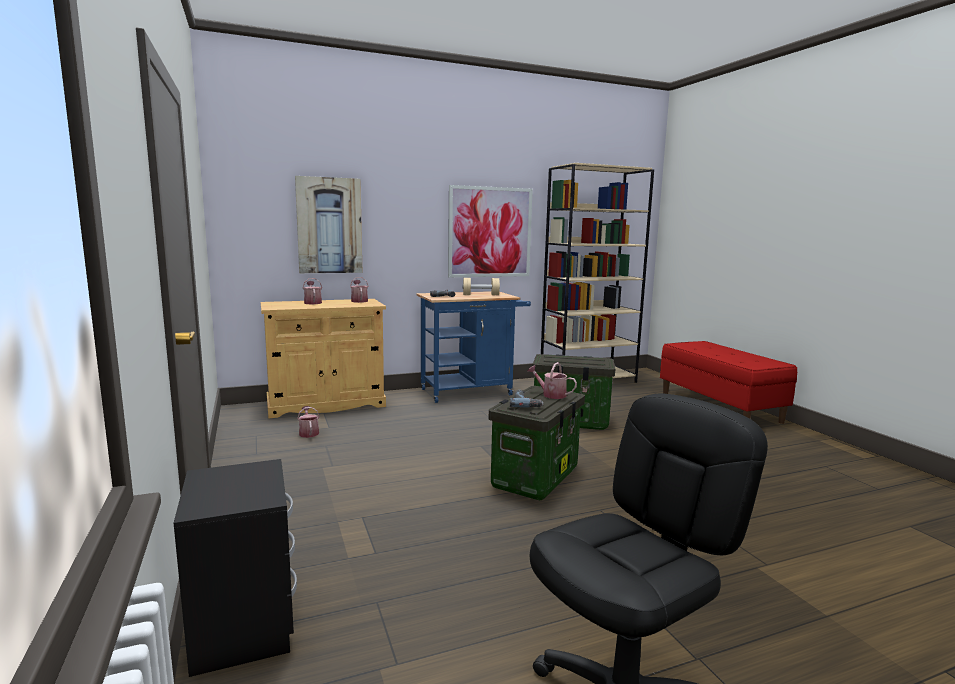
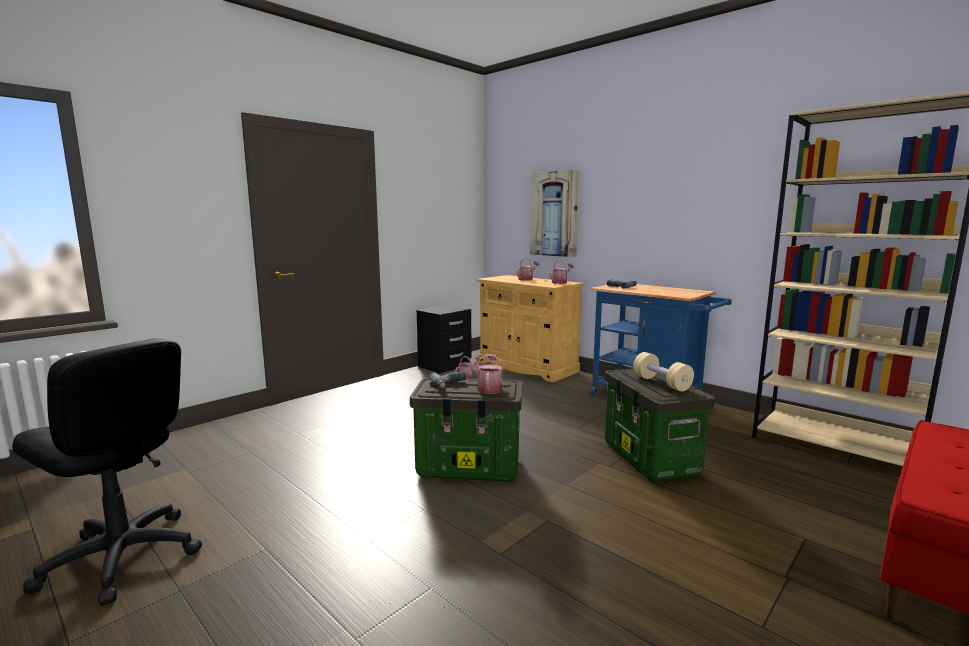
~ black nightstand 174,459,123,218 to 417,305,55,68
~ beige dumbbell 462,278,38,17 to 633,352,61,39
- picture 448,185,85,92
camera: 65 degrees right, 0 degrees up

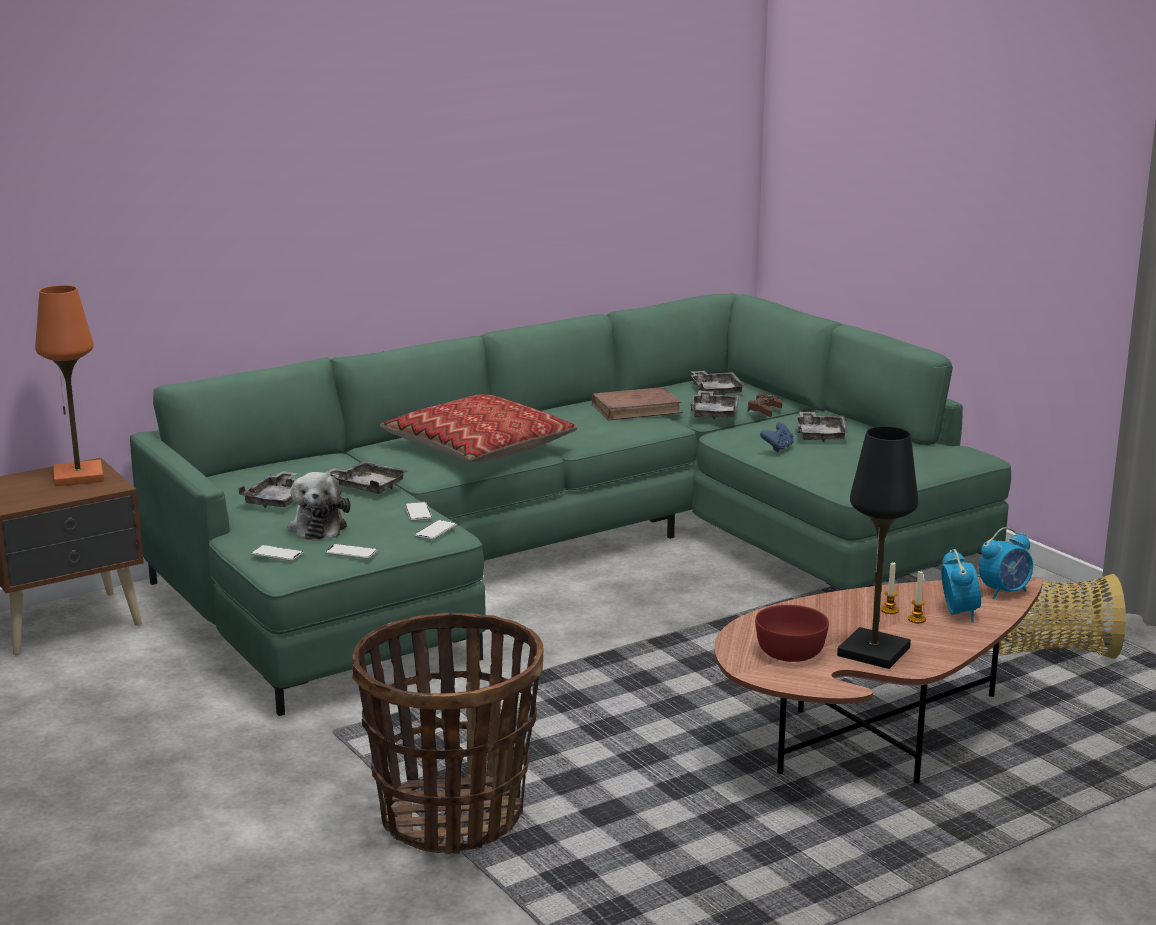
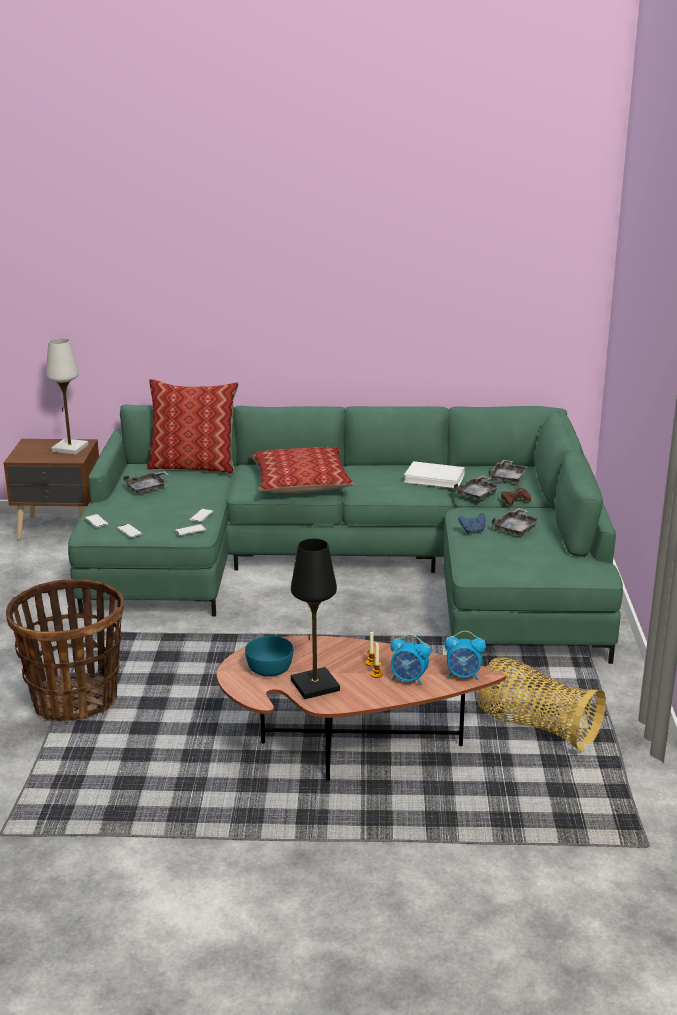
~ orange table lamp 35,285,69,201 to white table lamp 46,338,42,117
+ pillow 146,379,93,95
~ red bowl 755,605,74,57 to turquoise bowl 245,636,48,41
~ alarm clock 941,549,40,73 = 391,634,40,51 75 degrees clockwise
~ brown book 592,387,91,34 to white book 404,461,61,28
- plush toy 288,472,63,68
- grey tray 324,461,84,33
camera: 35 degrees right, 5 degrees up

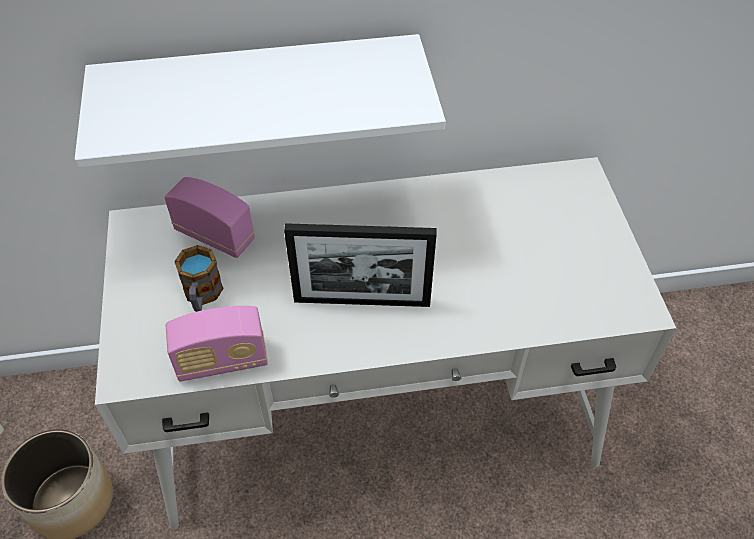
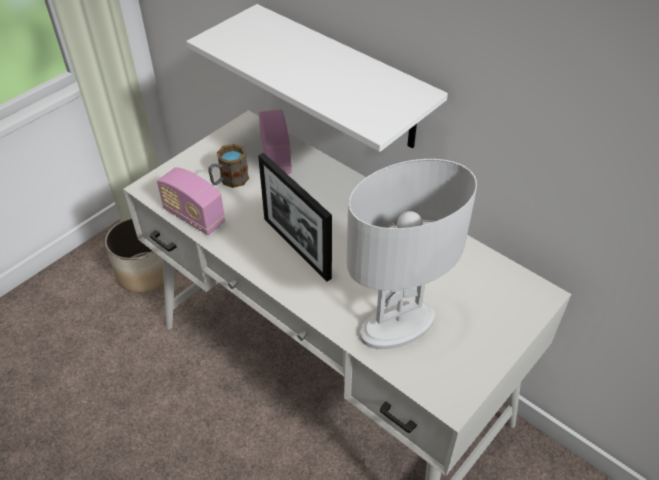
+ white table lamp 347,159,130,190
camera: 50 degrees right, 5 degrees down

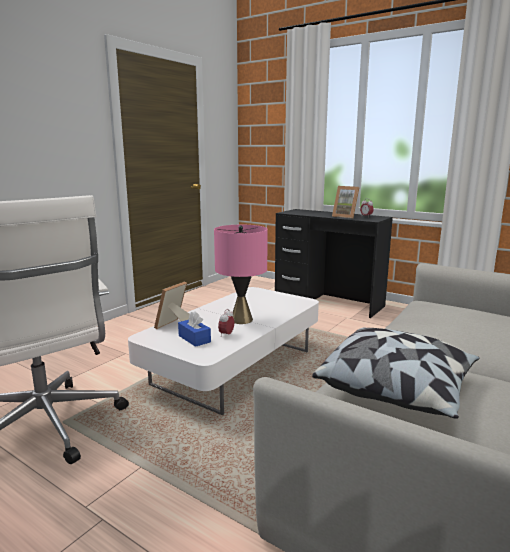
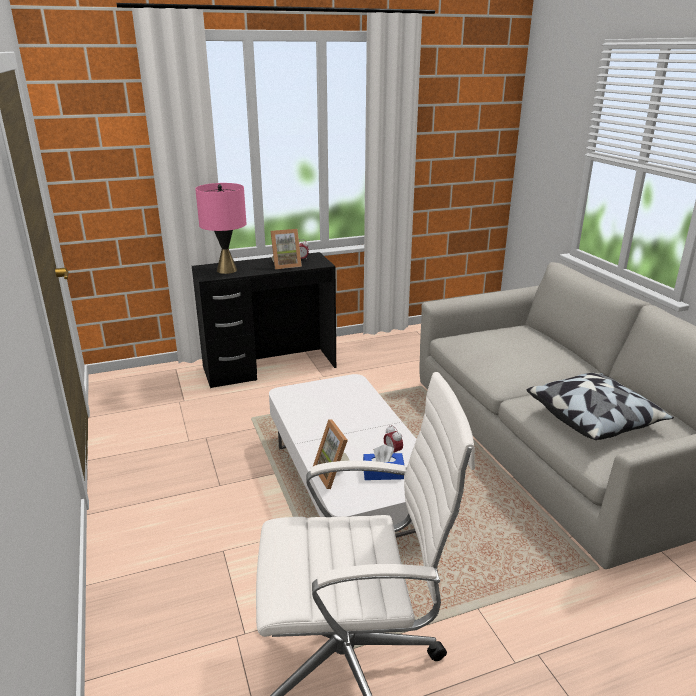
~ pink table lamp 214,225,54,99 to 195,183,52,91
camera: 55 degrees left, 10 degrees up

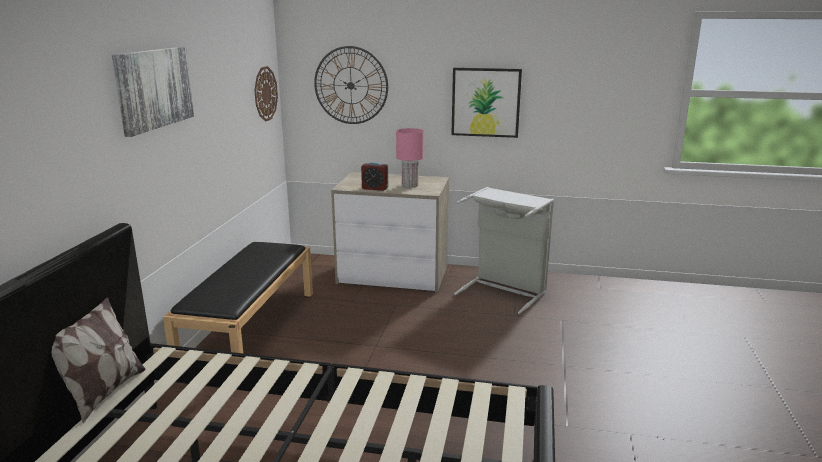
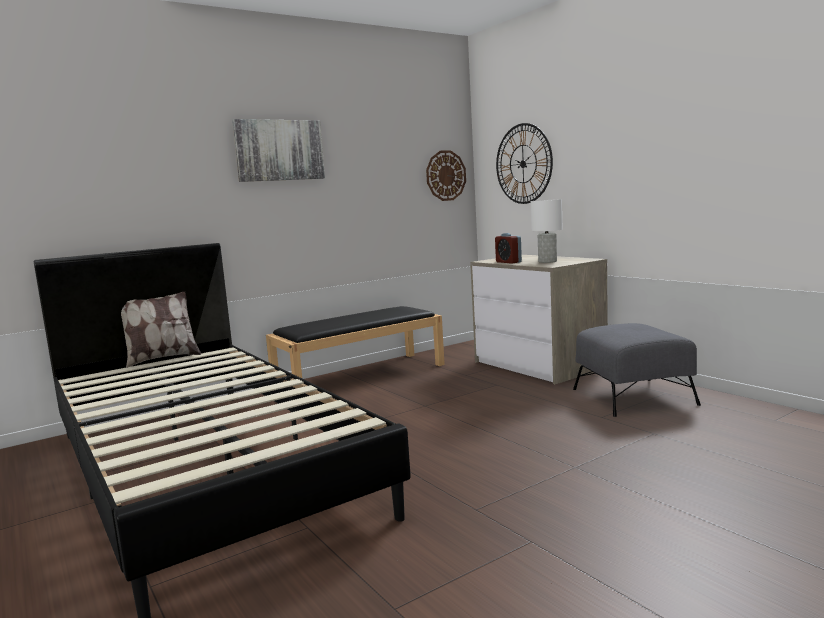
~ pink table lamp 396,128,28,60 to white table lamp 531,199,32,64
~ grey laundry basket 454,187,100,127 to grey ottoman 573,323,128,94
- picture 451,67,71,71
camera: 45 degrees right, 10 degrees down

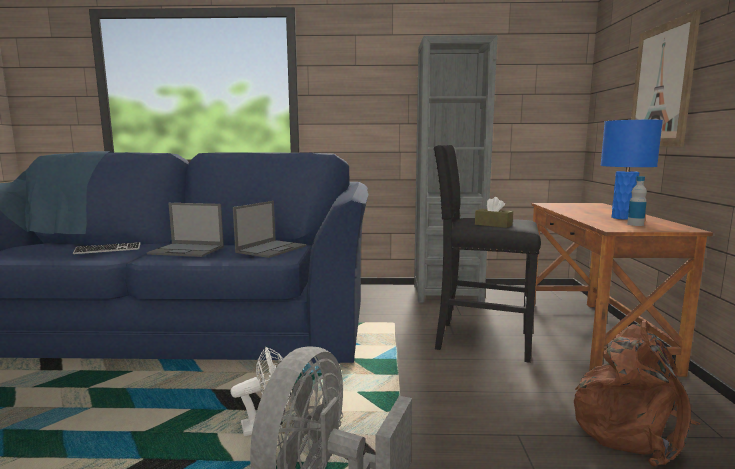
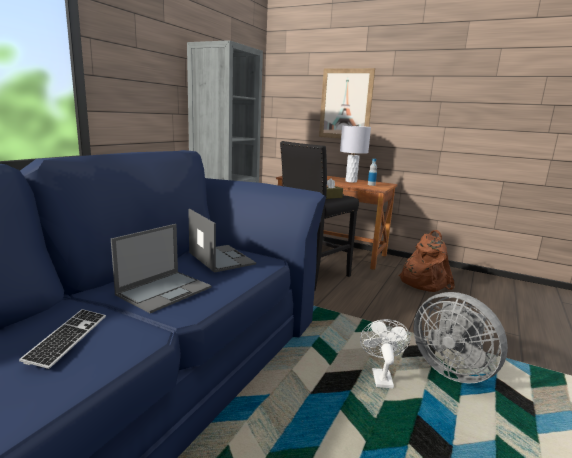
~ blue table lamp 600,120,63,100 to grey table lamp 340,126,31,57
camera: 65 degrees left, 5 degrees up

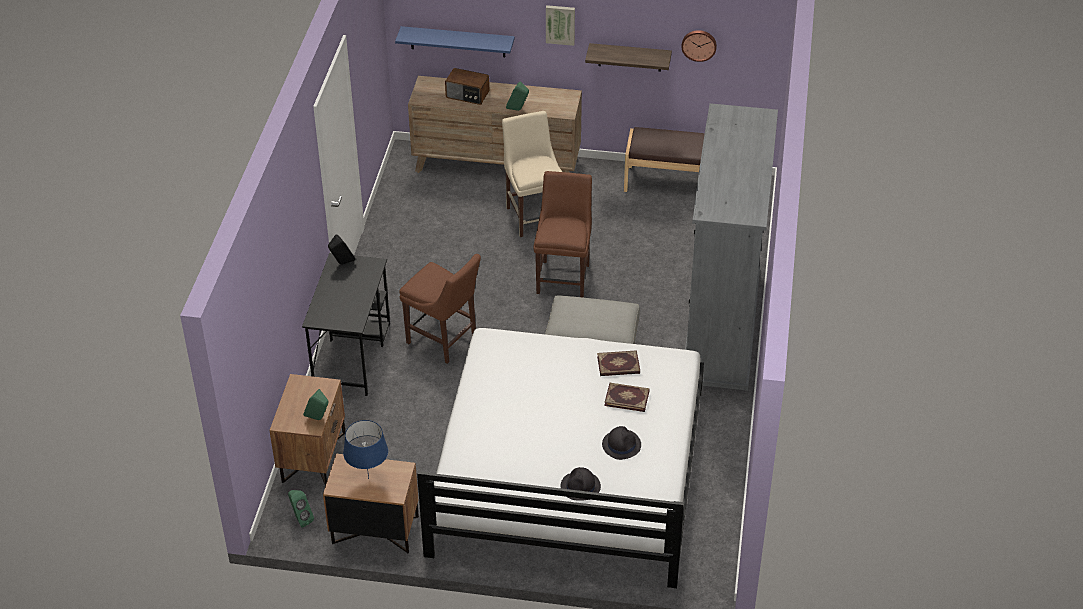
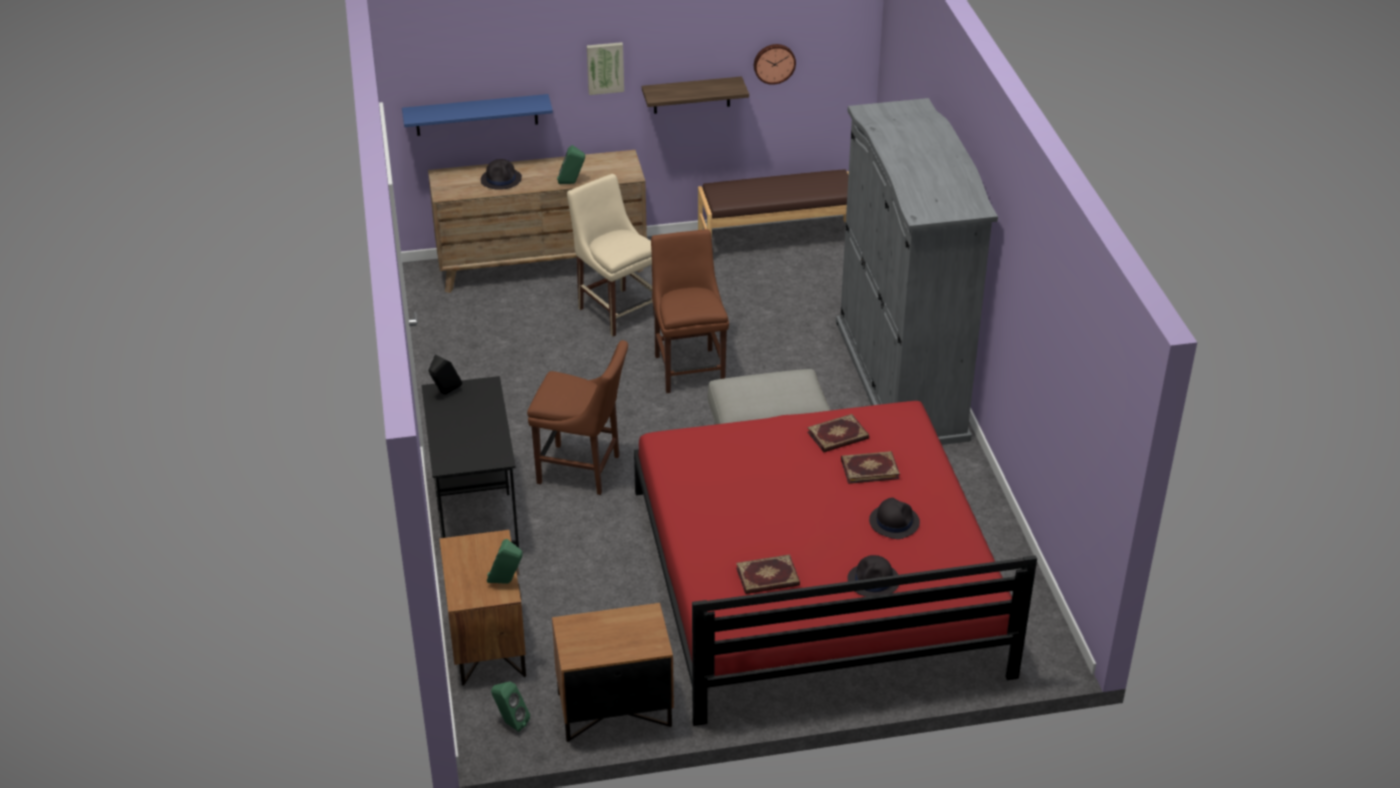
~ radio 445,68,44,37 to black hat 481,159,41,31
~ white bed 417,328,287,260 to red bed 634,401,403,325
+ book 736,554,64,40
- blue table lamp 343,420,45,59
camera: 20 degrees left, 5 degrees down

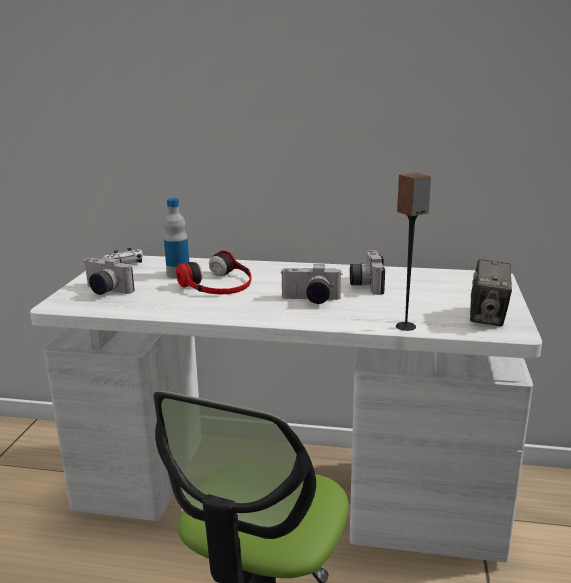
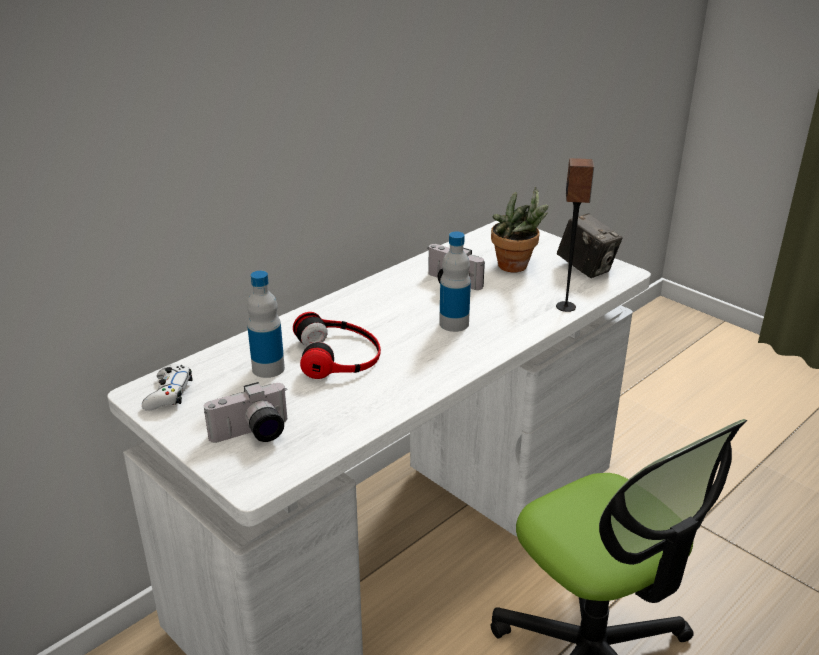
~ photo camera 280,264,62,40 to bottle 439,232,32,100
+ potted plant 491,187,58,85
camera: 55 degrees left, 10 degrees up

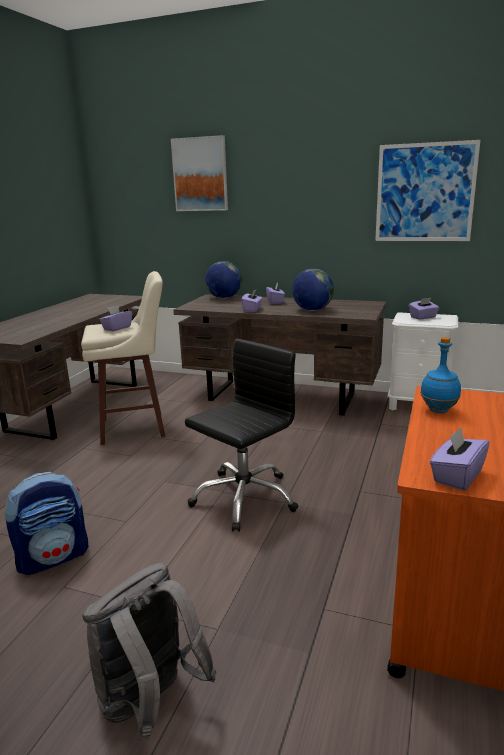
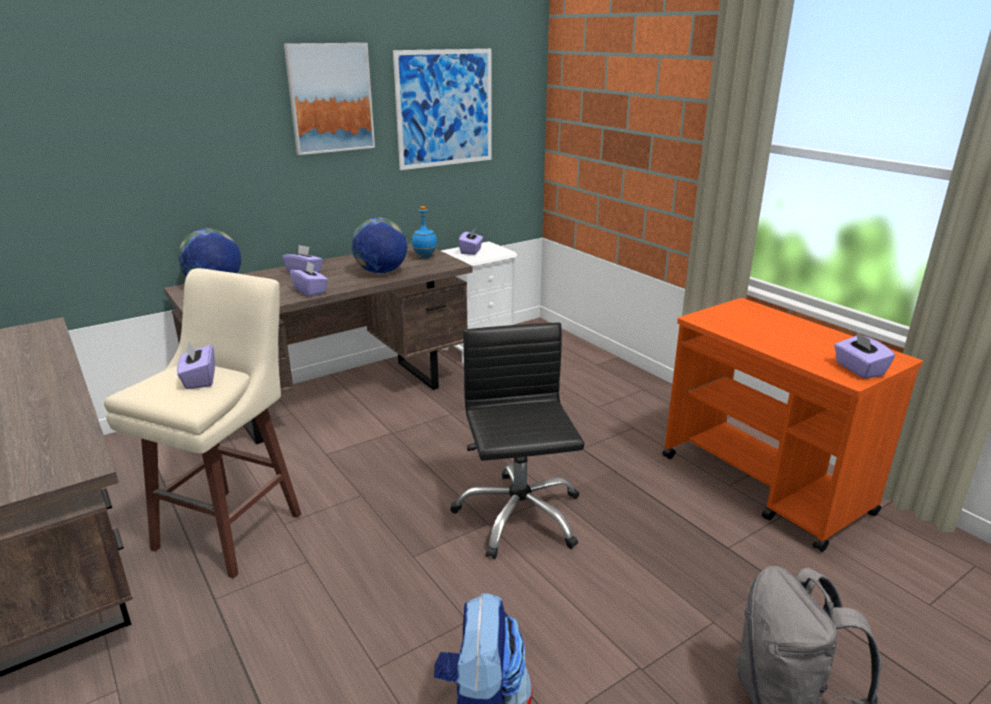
~ picture 171,135,57,76 to 284,43,91,112
~ blue bottle 420,337,41,76 to 412,206,26,52
camera: 55 degrees left, 5 degrees up

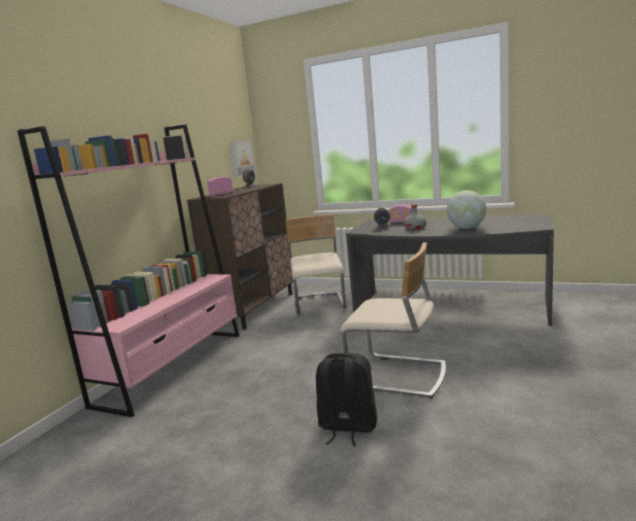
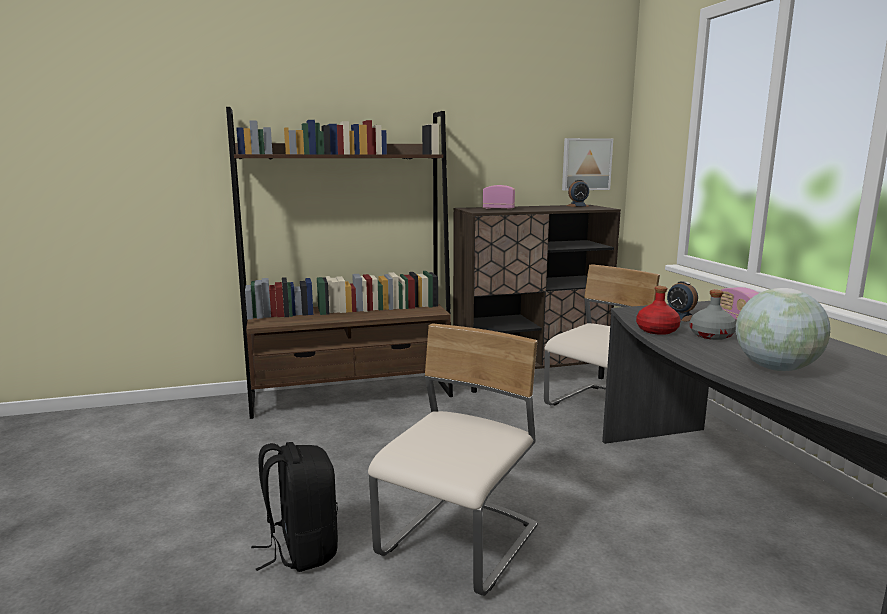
~ pink bookcase 17,125,222,292 to brown bookcase 226,107,227,312
~ beige chair 340,243,106,156 = 368,323,170,273 135 degrees counterclockwise
+ red bottle 636,286,45,49
camera: 50 degrees right, 0 degrees up

